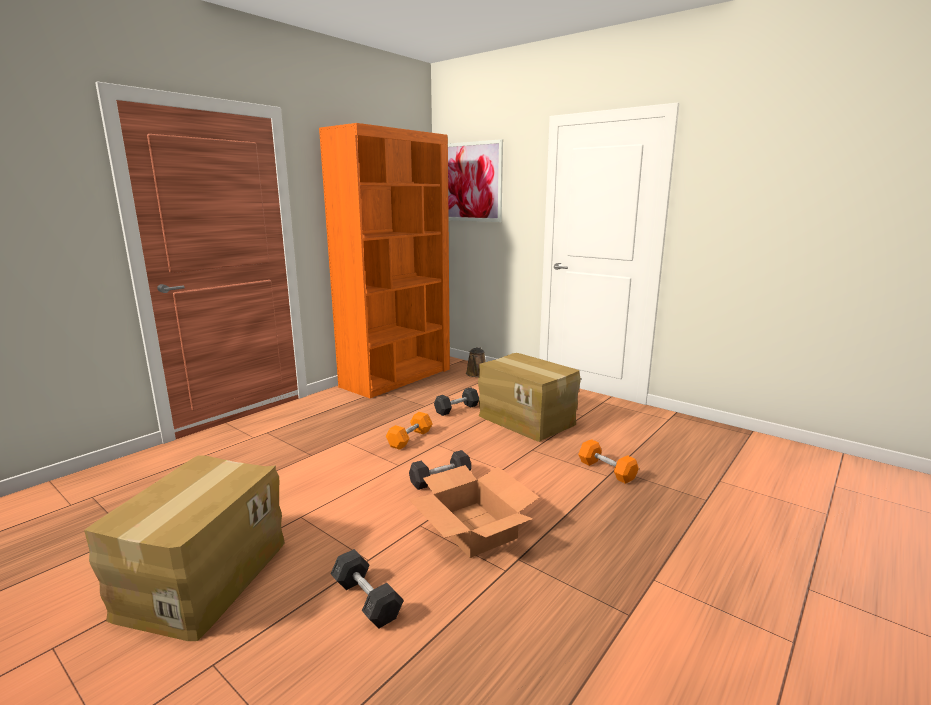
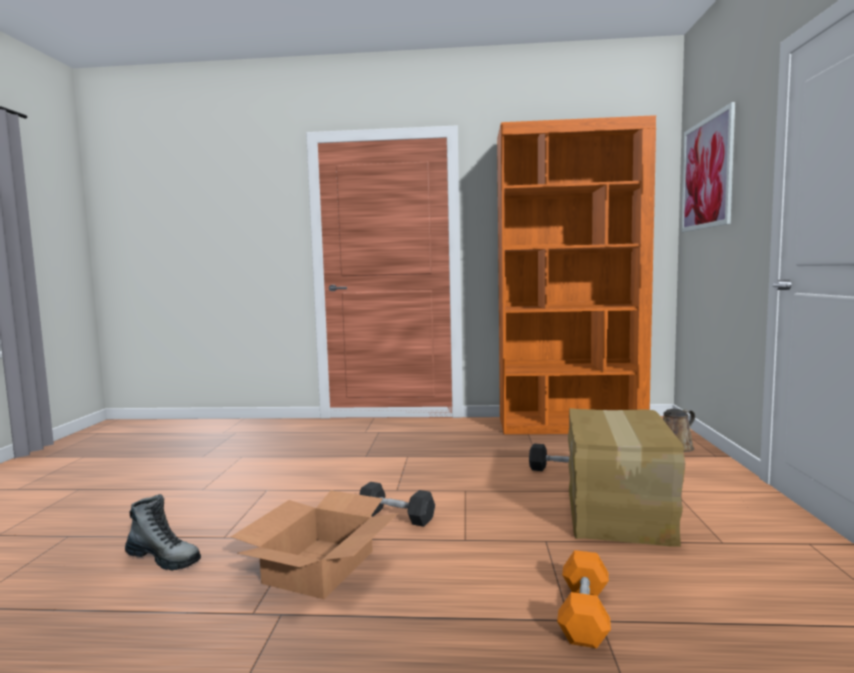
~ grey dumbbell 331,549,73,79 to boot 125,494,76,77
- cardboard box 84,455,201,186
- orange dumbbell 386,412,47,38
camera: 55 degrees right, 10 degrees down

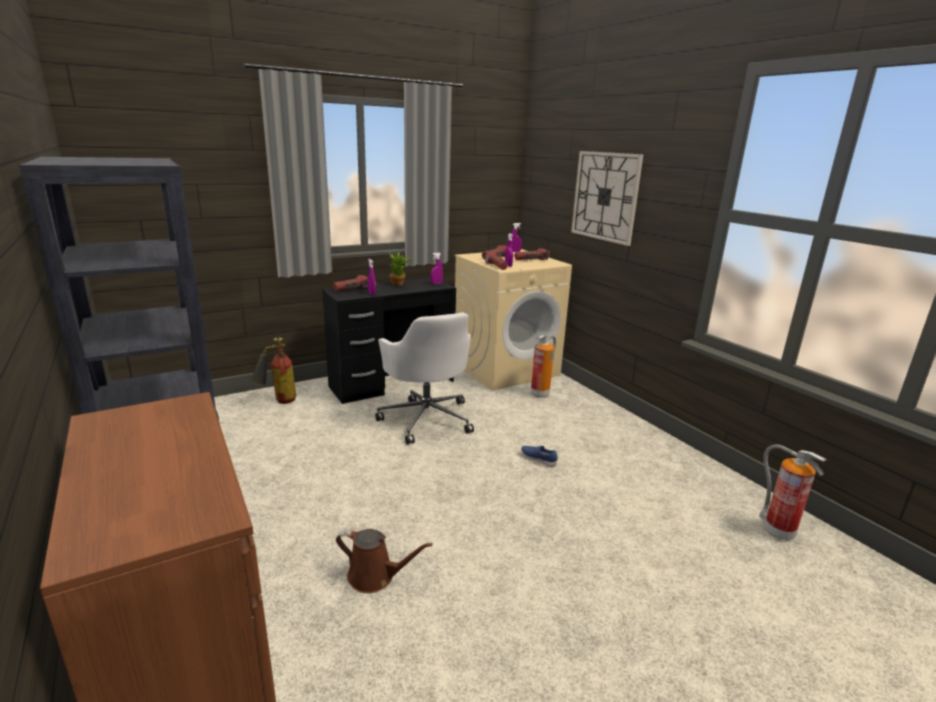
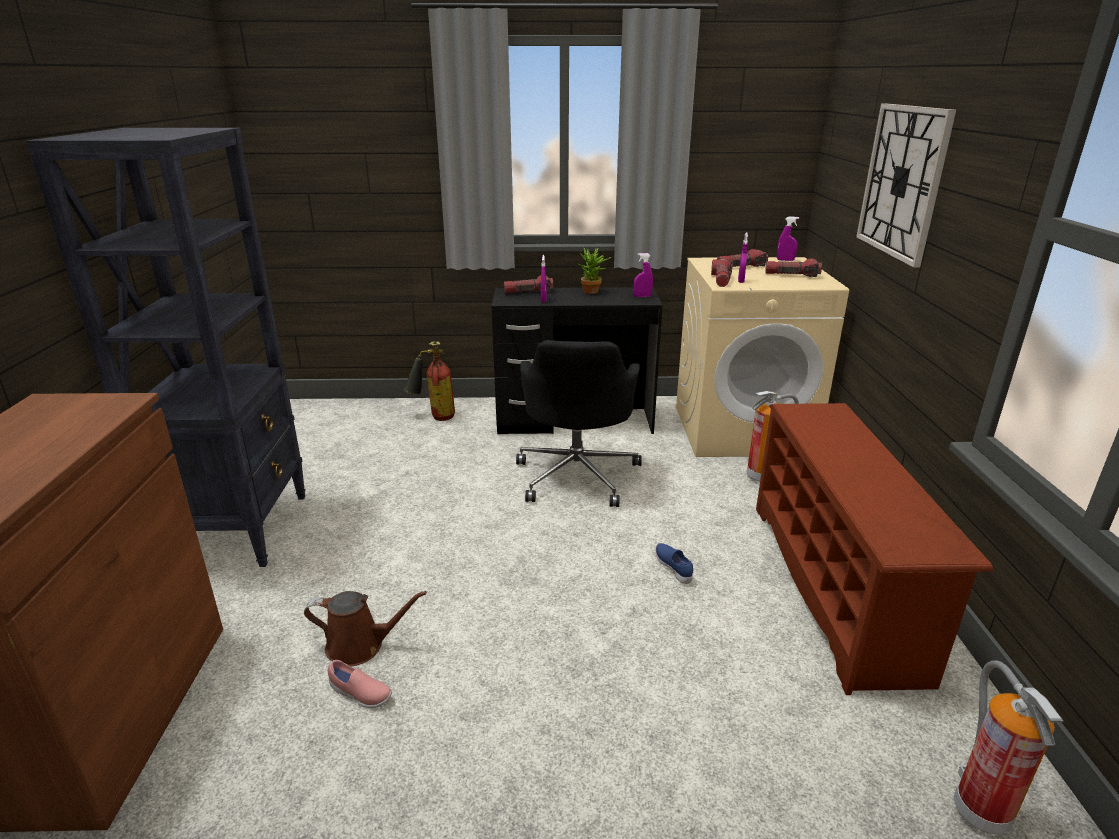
~ brown watering can 336,529,97,64 = 304,591,123,75 45 degrees counterclockwise
+ pink shoe 328,660,64,48
~ white office chair 375,312,99,132 to black office chair 516,340,126,167
+ brown shoe rack 756,403,237,292
camera: 30 degrees right, 5 degrees up

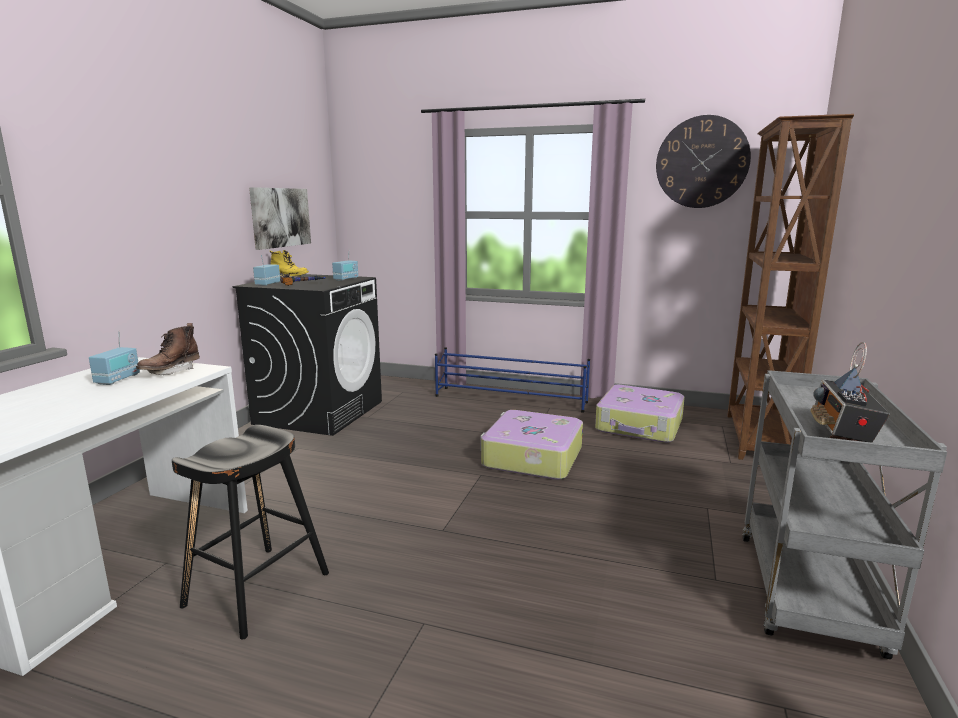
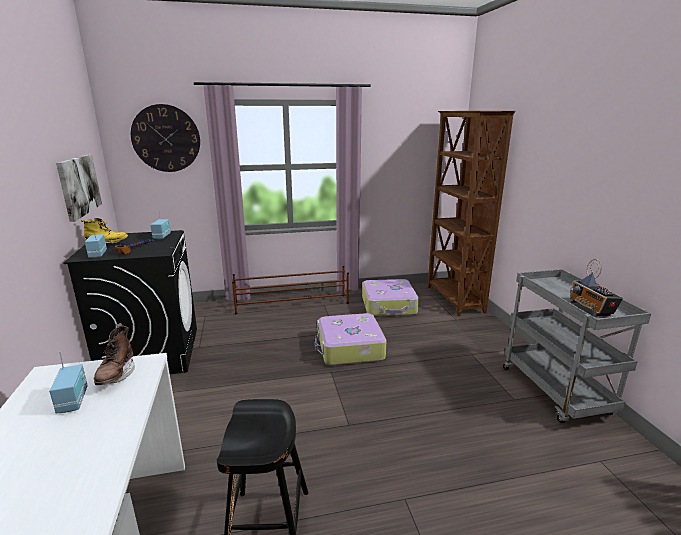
~ wall clock 656,115,95,93 to 131,104,69,68
~ blue shoe rack 435,347,155,66 to brown shoe rack 232,266,117,48
camera: 30 degrees left, 5 degrees up

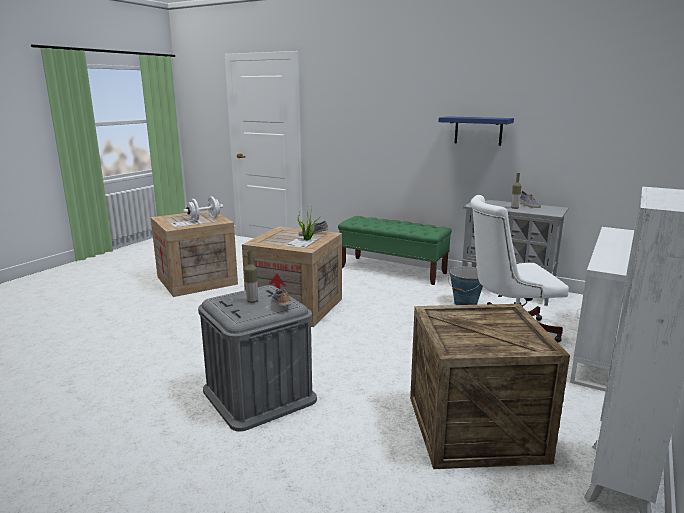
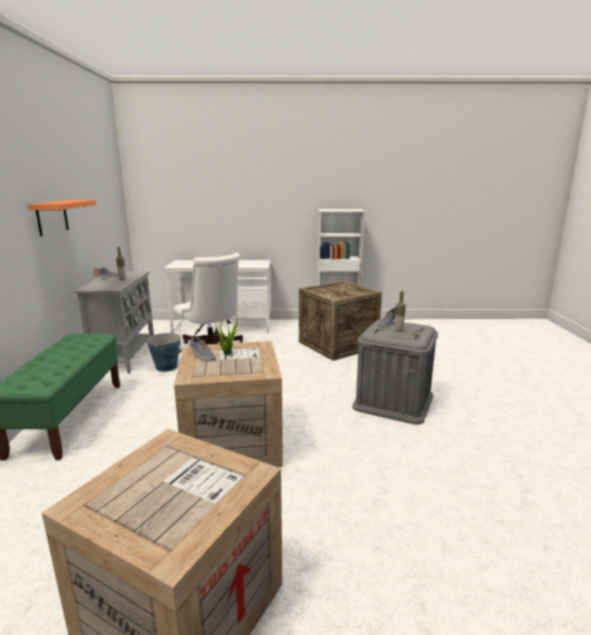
~ blue shelf 439,116,75,30 to orange shelf 28,200,68,36
- white dumbbell 183,197,40,24
camera: 120 degrees left, 0 degrees up

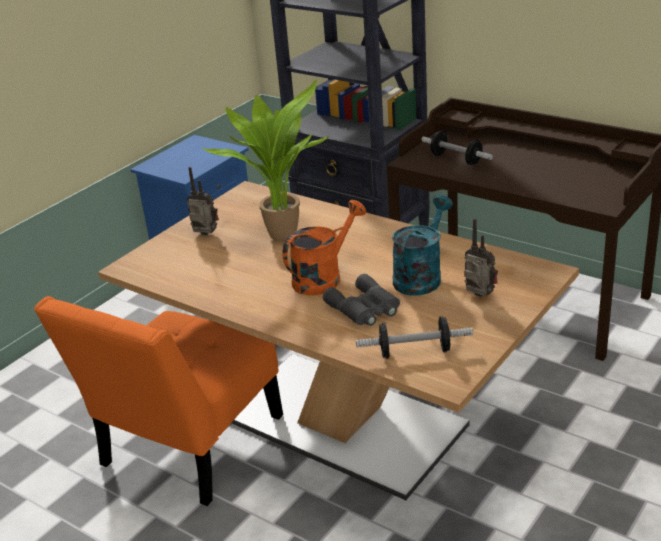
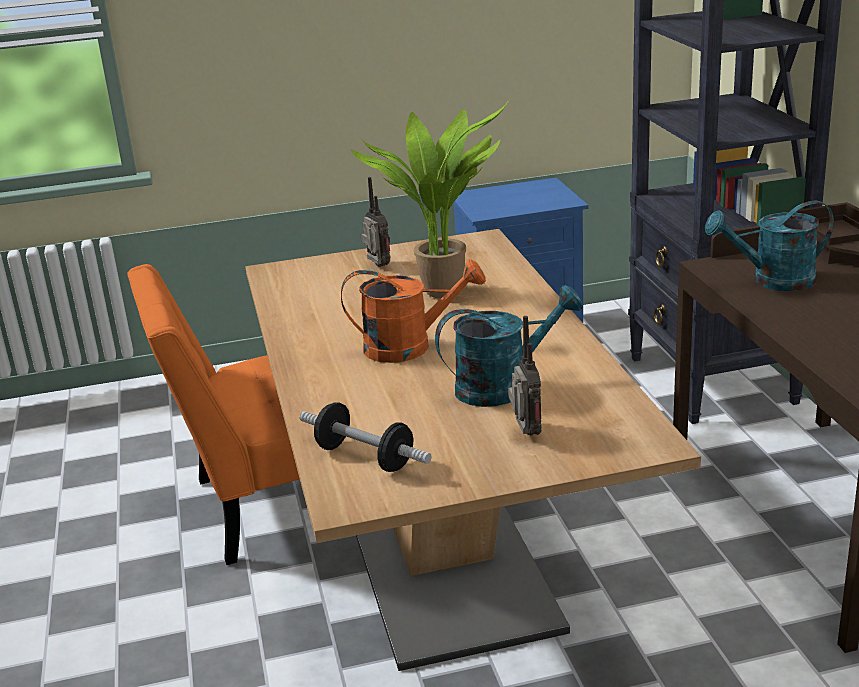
~ dumbbell 422,131,71,34 to turquoise watering can 705,201,129,90
- grey binoculars 323,274,77,52
camera: 40 degrees right, 5 degrees down

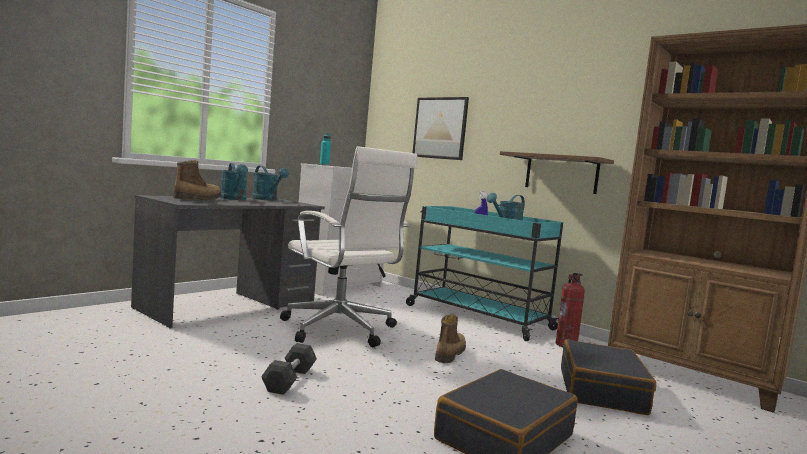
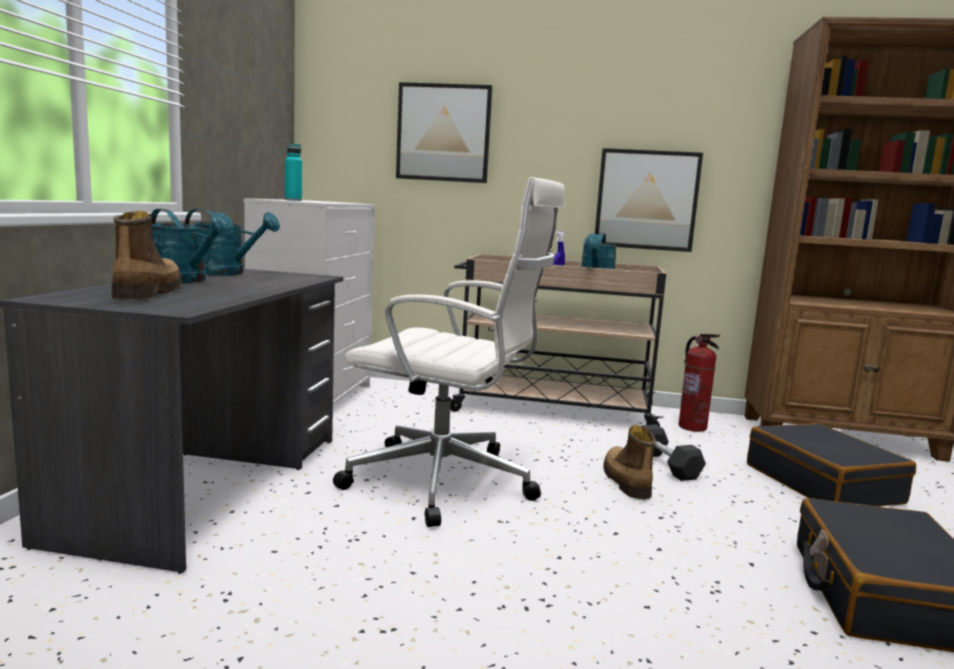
~ turquoise cart 406,206,157,135 to beige cart 450,254,216,172
~ shelf 500,151,114,43 to picture 595,148,108,104
~ grey dumbbell 261,343,56,52 to 642,425,64,56
camera: 30 degrees left, 5 degrees up

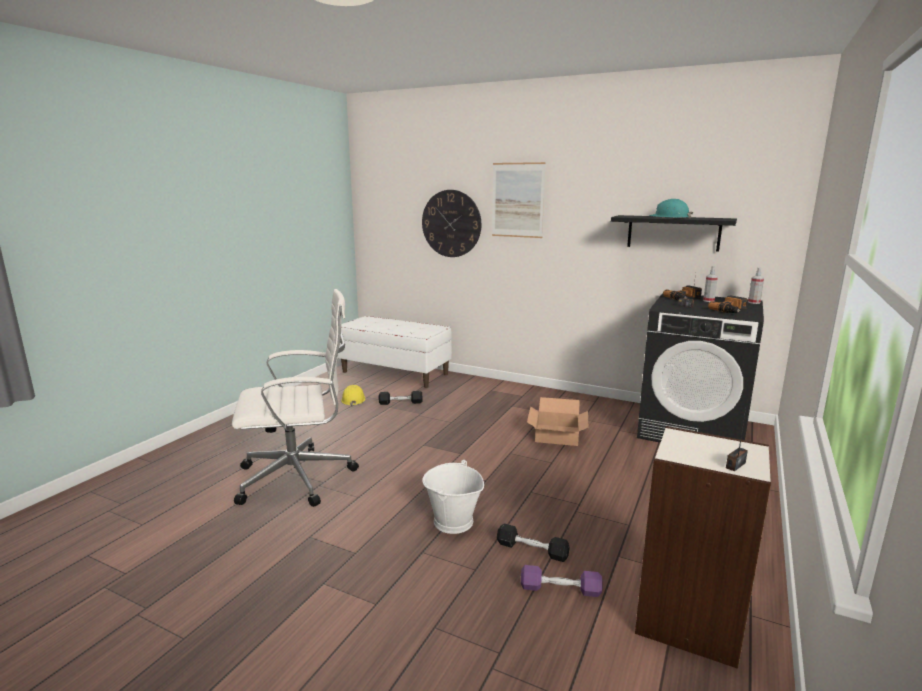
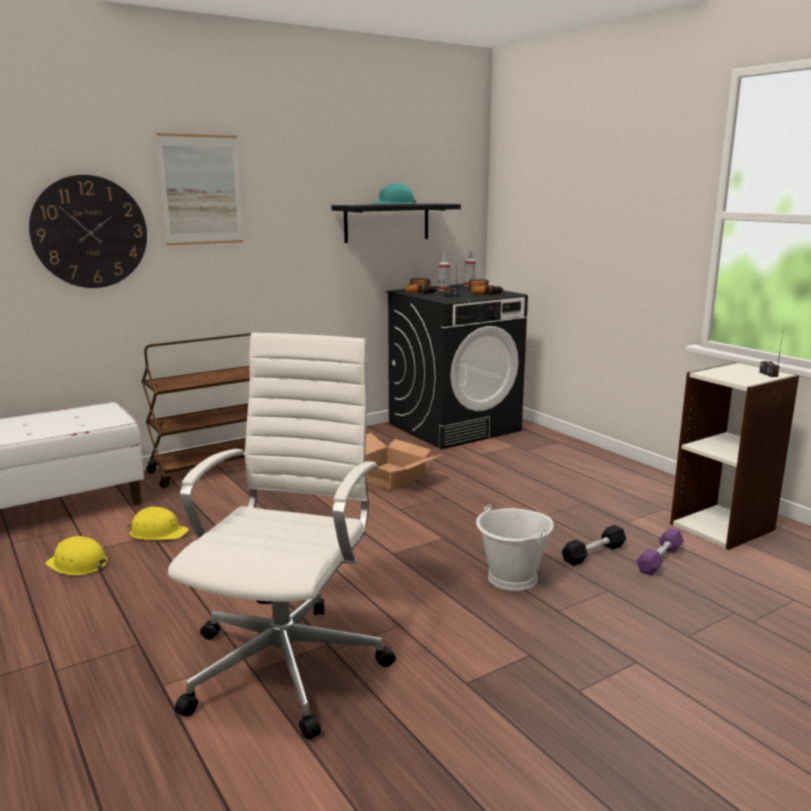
~ black dumbbell 379,391,43,14 to yellow hard hat 127,507,62,33
+ brown cart 142,333,109,155
camera: 60 degrees left, 0 degrees up

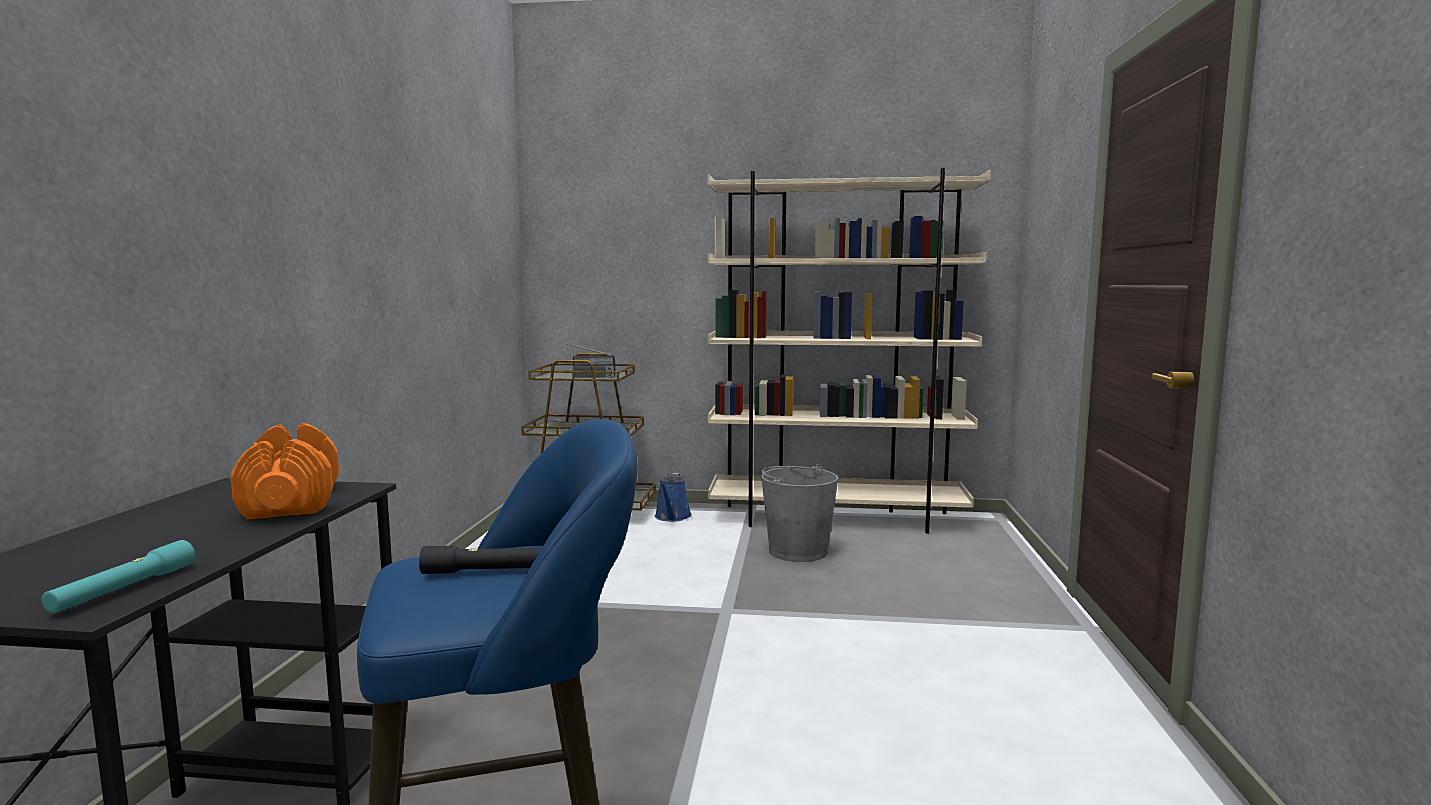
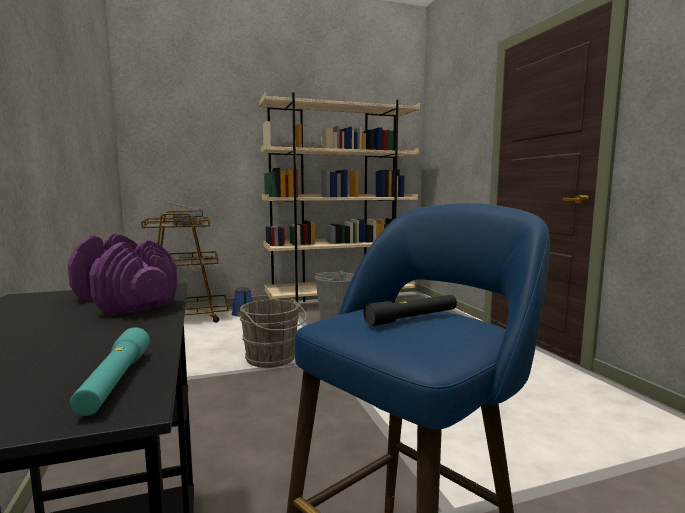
~ orange dumbbell 230,423,109,97 to purple dumbbell 68,234,110,82
+ grey bucket 240,299,67,69
camera: 25 degrees left, 0 degrees up

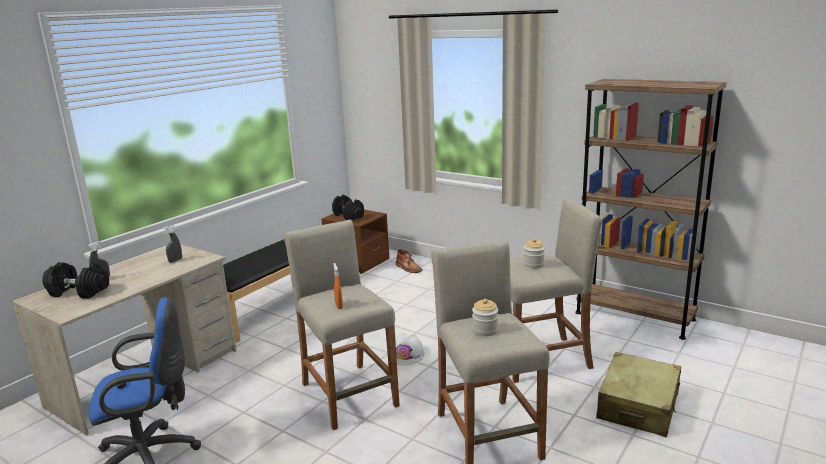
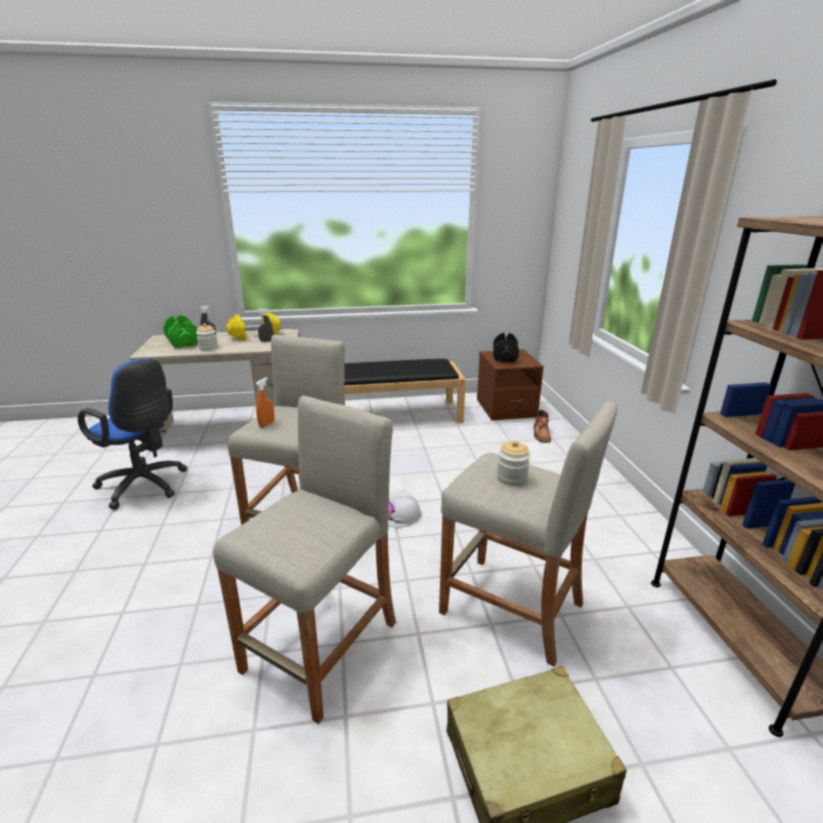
~ black dumbbell 42,263,67,36 to green dumbbell 163,315,35,33
~ jar 472,299,26,37 to 196,323,22,28
+ yellow dumbbell 227,311,54,30
camera: 45 degrees right, 5 degrees up

